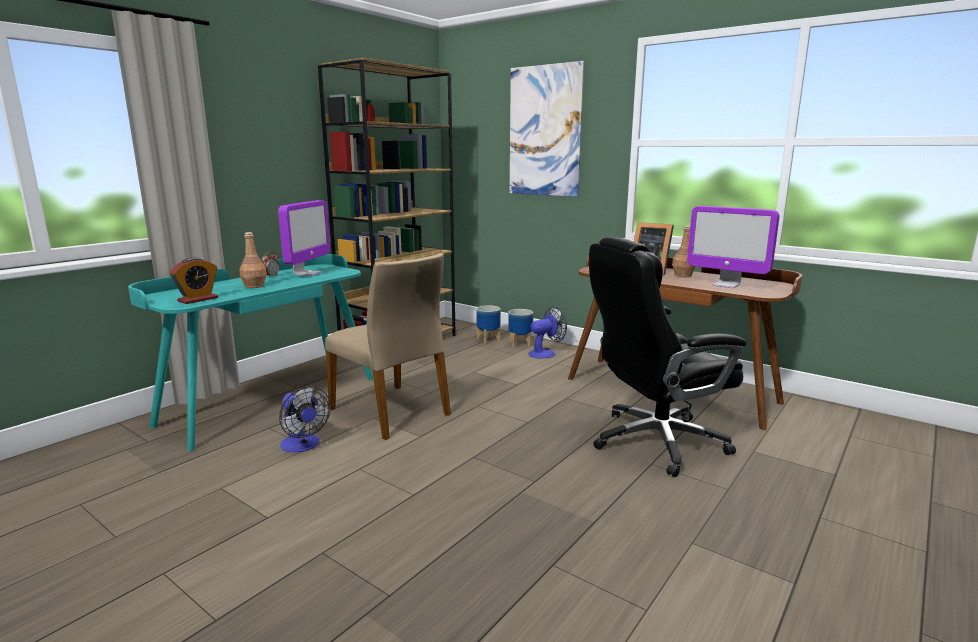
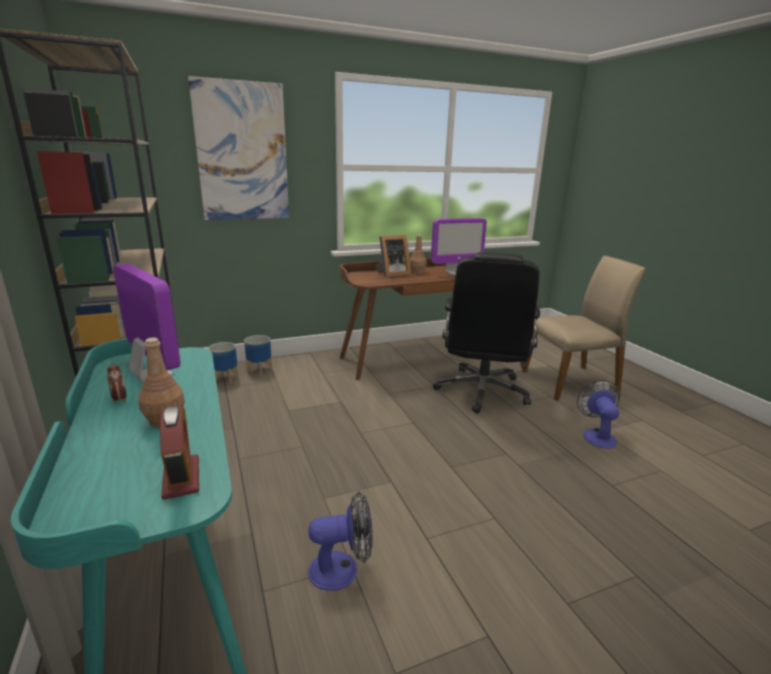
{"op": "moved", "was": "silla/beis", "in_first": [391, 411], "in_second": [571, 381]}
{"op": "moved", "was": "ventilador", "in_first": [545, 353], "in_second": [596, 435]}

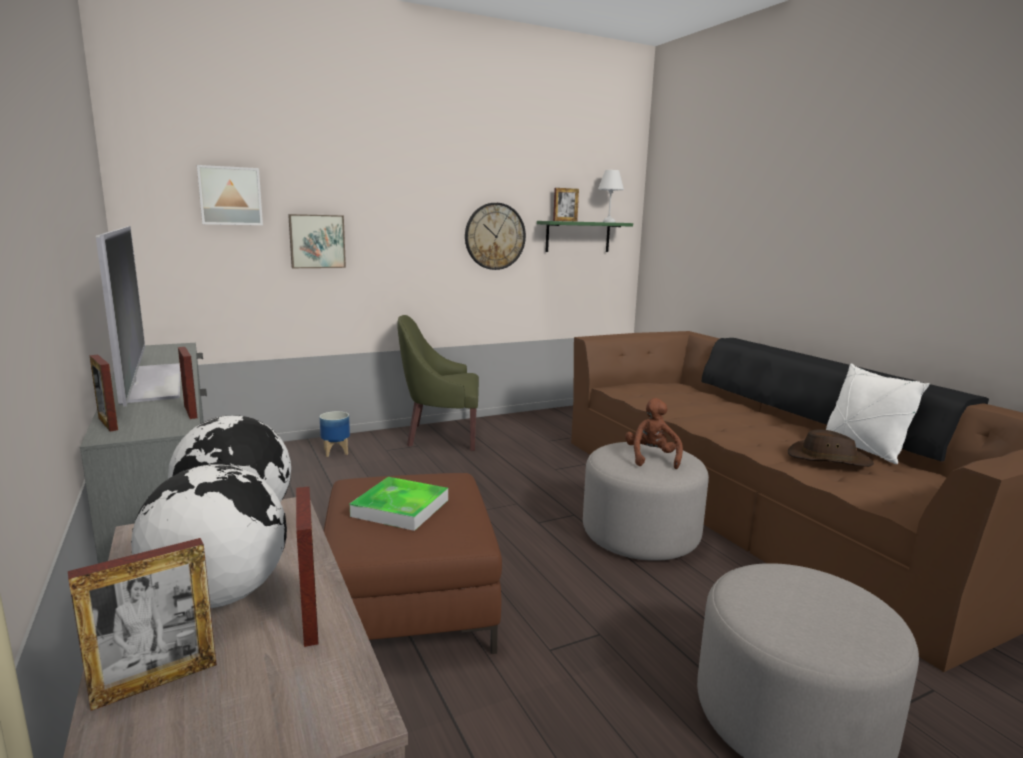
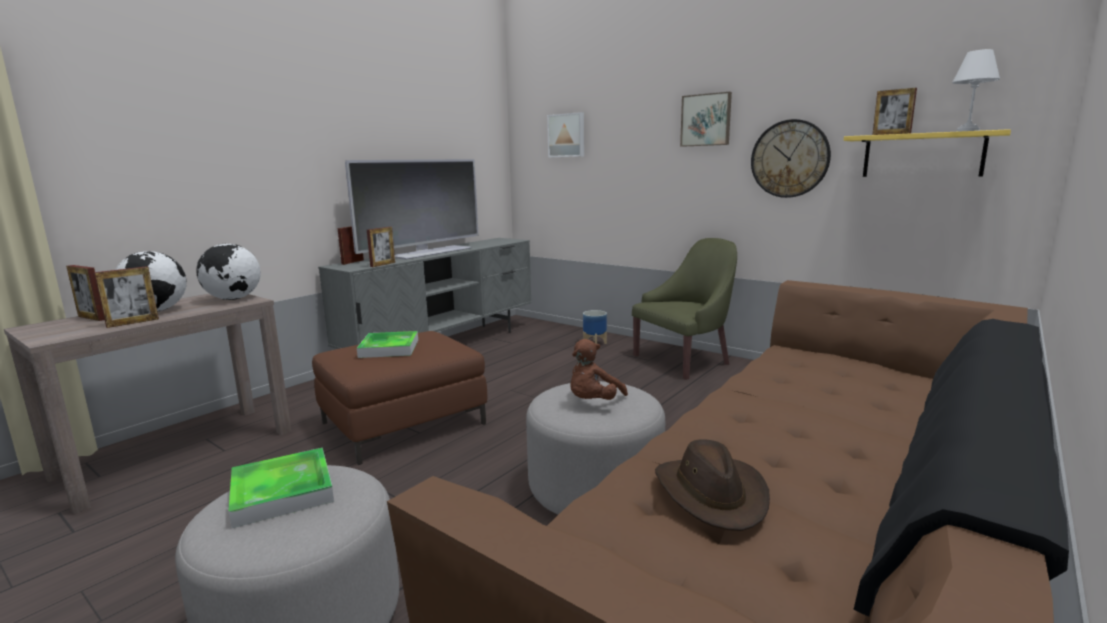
{"op": "removed", "was": "cojín/blanco", "in_first": [862, 450]}
{"op": "added", "now": "bandeja", "in_second": [282, 491]}
{"op": "moved", "was": "cuadro", "in_first": [317, 241], "in_second": [706, 120]}
{"op": "recoloured", "was": "estante/verde", "now": "estante/amarillo", "in_first": [578, 236], "in_second": [922, 155]}
{"op": "turned", "was": "sillón/verde", "in_first": [441, 435], "in_second": [684, 360], "clockwise": 90}
{"op": "turned", "was": "peluche/marrón", "in_first": [651, 458], "in_second": [593, 402], "clockwise": 150}

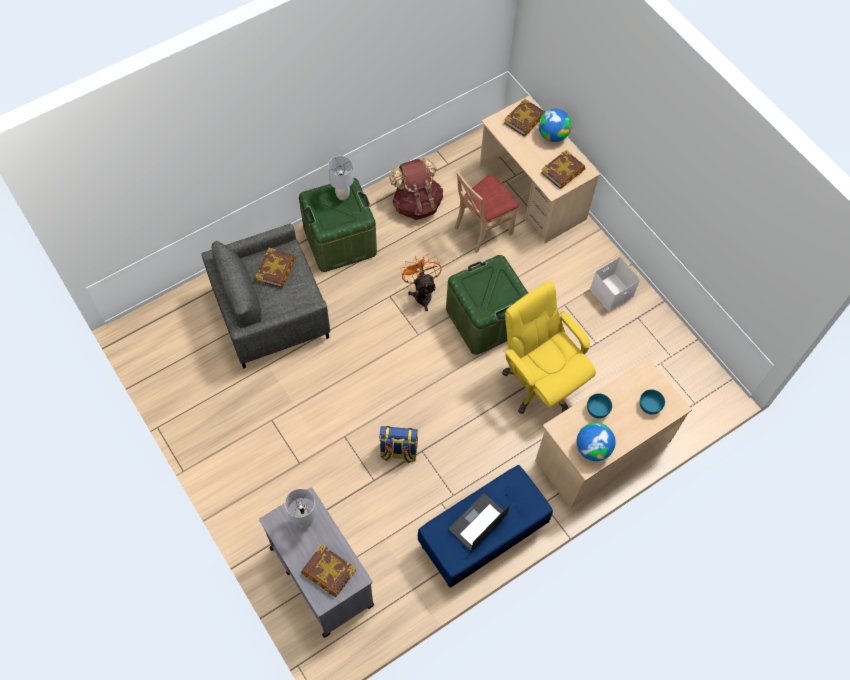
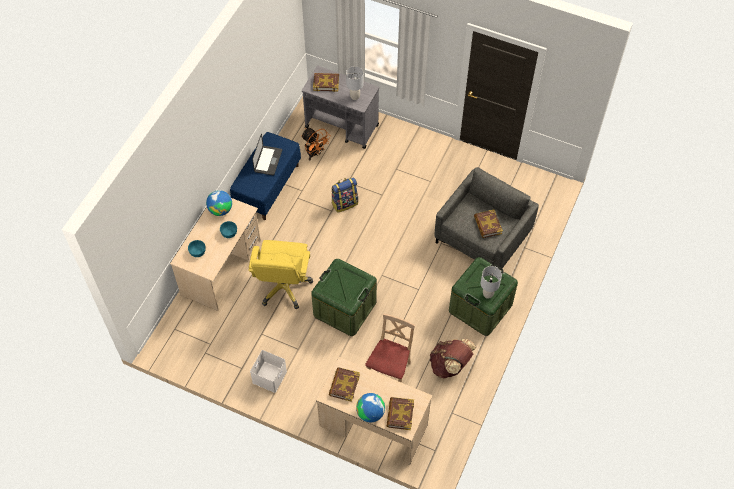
{"op": "moved", "was": "ventilador/naranja", "in_first": [422, 293], "in_second": [315, 154]}
{"op": "turned", "was": "silla de oficina/amarillo", "in_first": [540, 383], "in_second": [284, 287], "clockwise": 75}

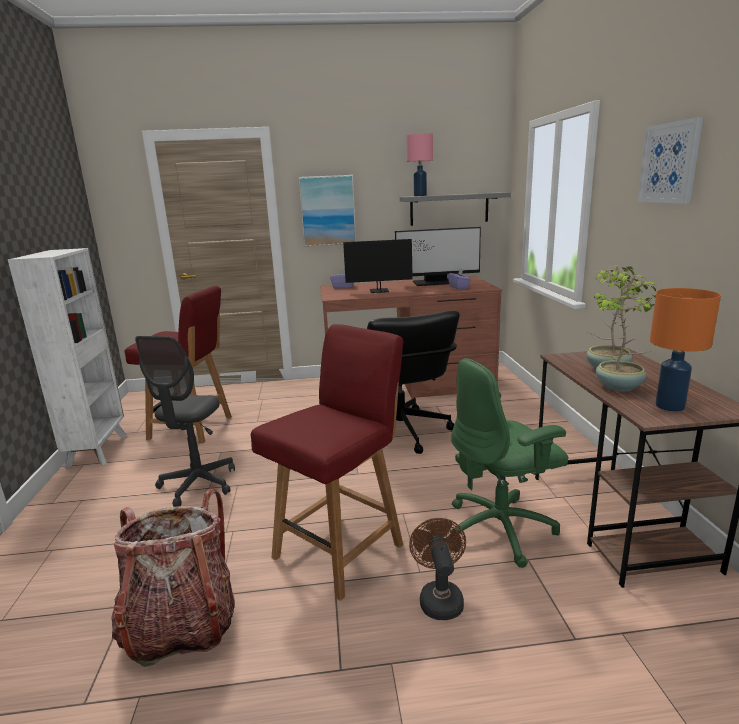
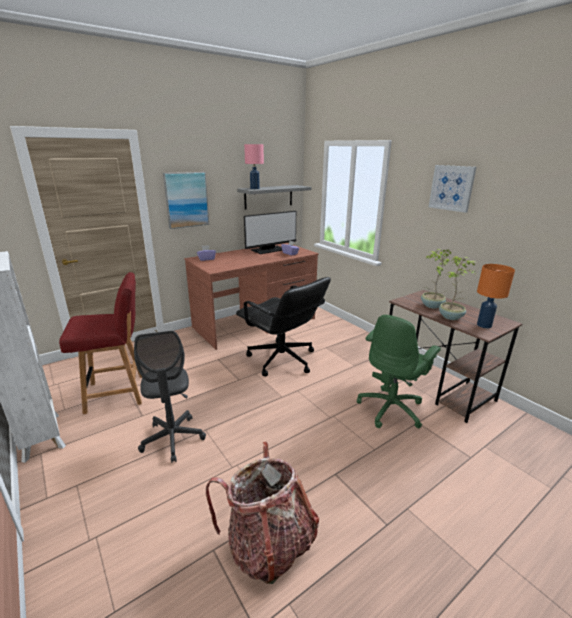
{"op": "removed", "was": "silla/rojo", "in_first": [340, 549]}
{"op": "removed", "was": "monitor", "in_first": [382, 290]}
{"op": "removed", "was": "ventilador/marrón", "in_first": [439, 598]}

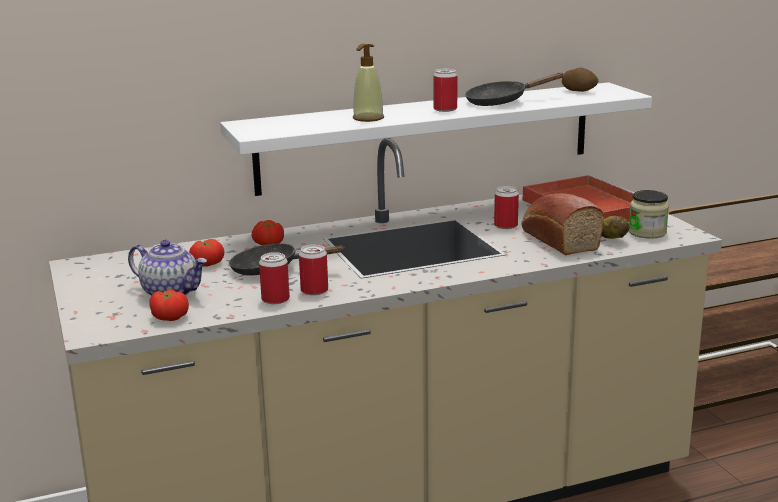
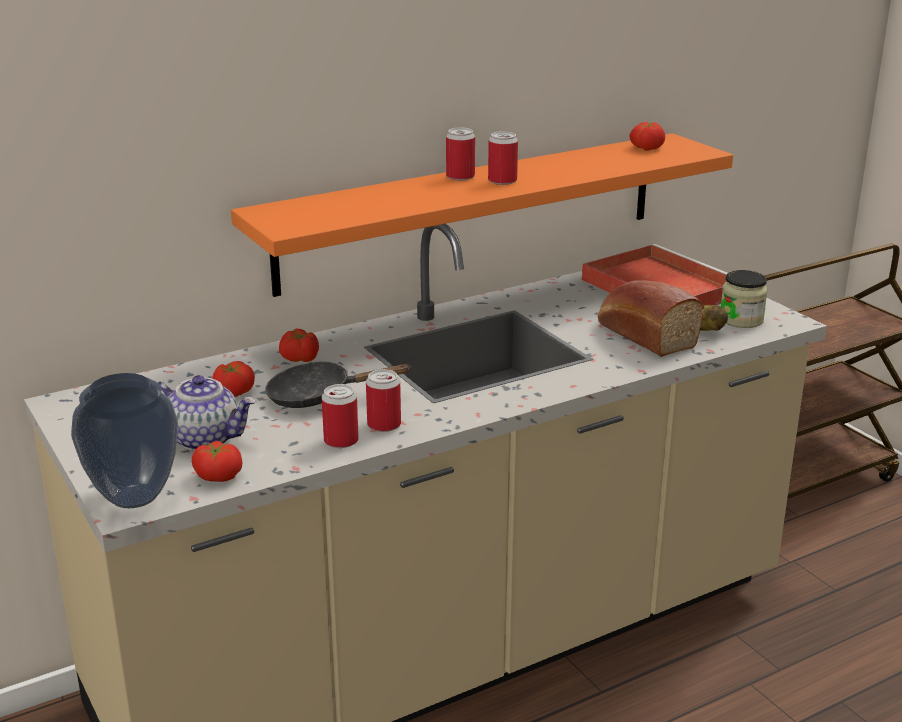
{"op": "removed", "was": "dispensador de jabón", "in_first": [368, 118]}
{"op": "removed", "was": "sartén/negro", "in_first": [502, 101]}
{"op": "added", "now": "florero", "in_second": [132, 498]}
{"op": "moved", "was": "lata", "in_first": [505, 225], "in_second": [460, 177]}
{"op": "replaced", "was": "patata", "now": "tomate", "in_first": [579, 91], "in_second": [646, 148]}
{"op": "recoloured", "was": "estante/blanco", "now": "estante/naranja", "in_first": [427, 137], "in_second": [472, 211]}

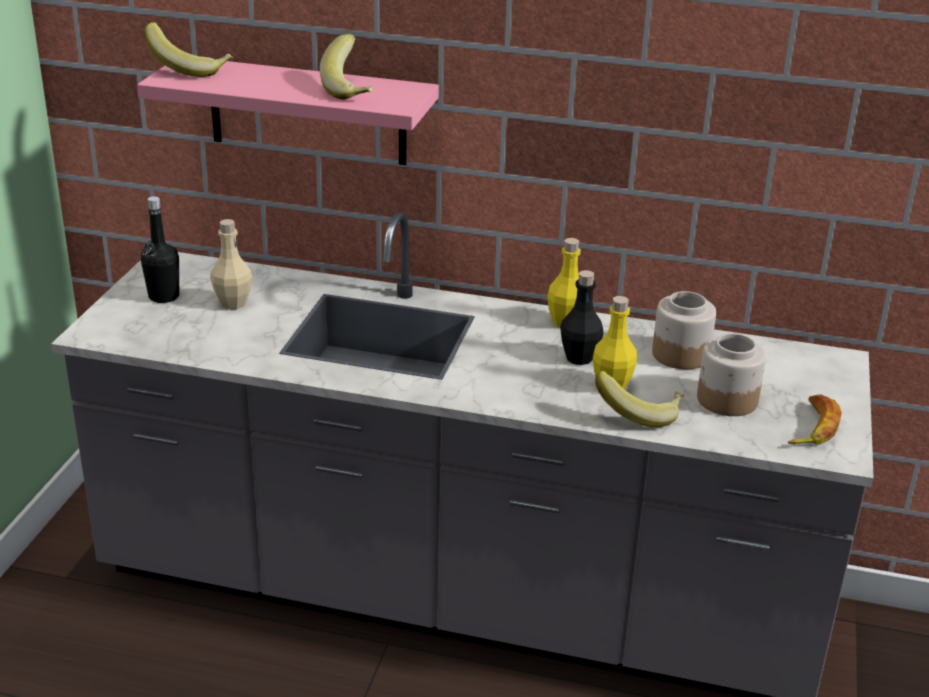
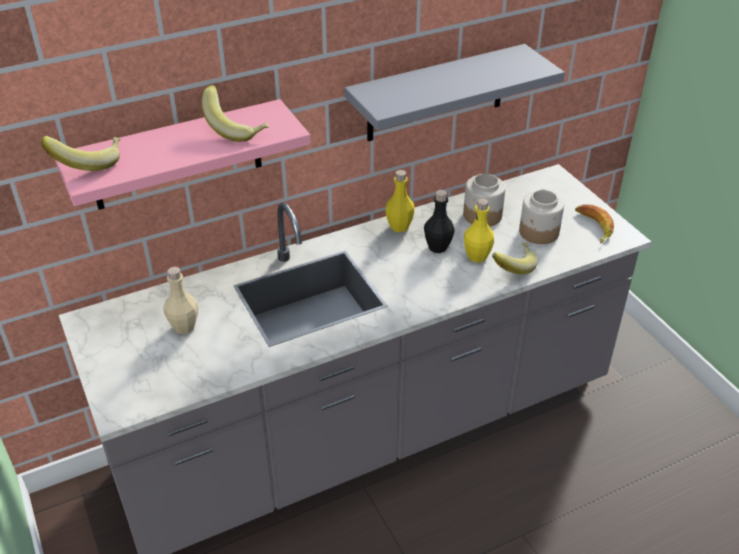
{"op": "removed", "was": "botella/negro", "in_first": [164, 296]}
{"op": "added", "now": "estante/gris", "in_second": [436, 94]}

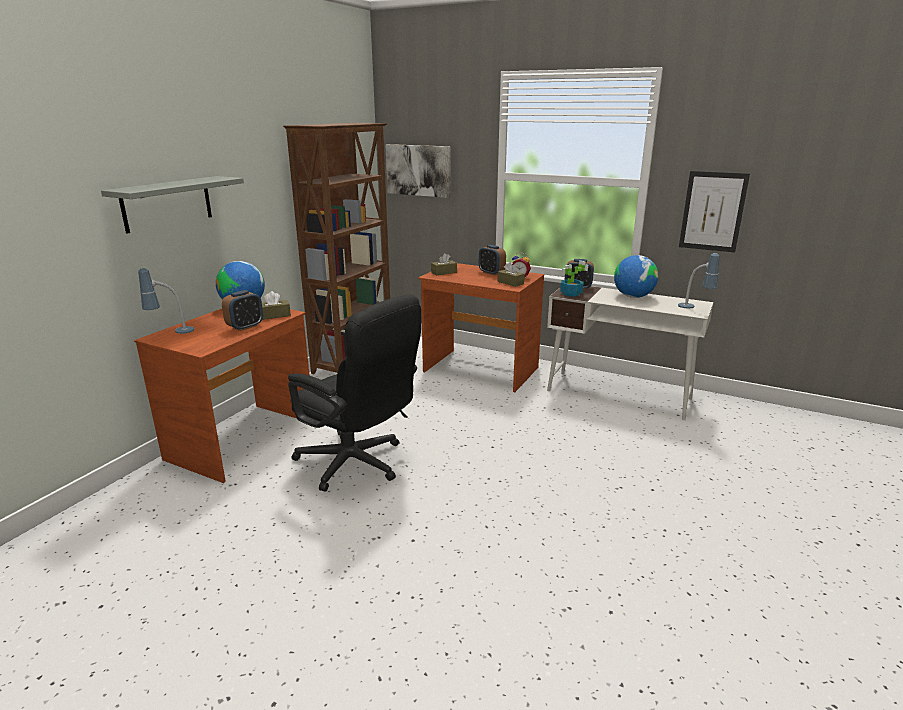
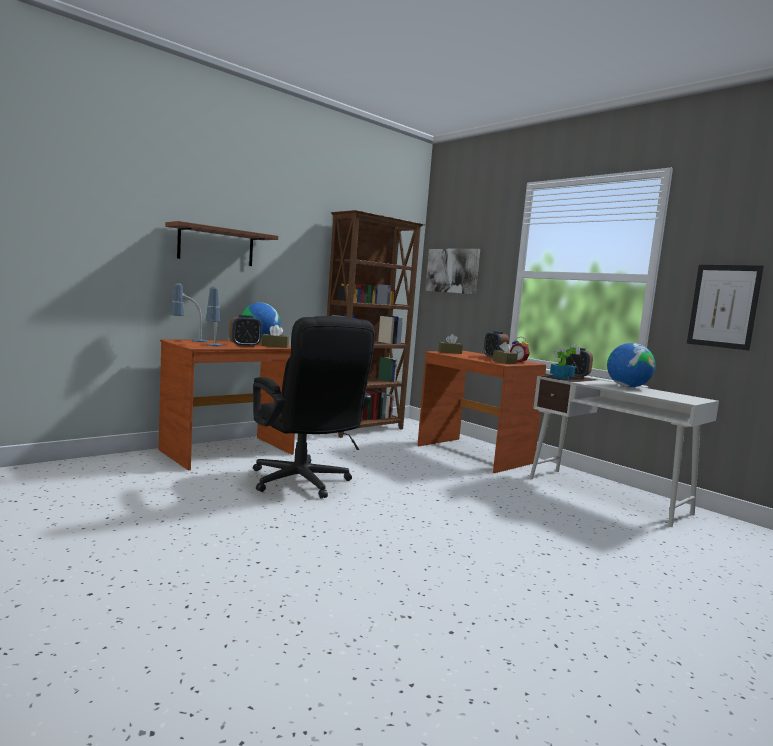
{"op": "moved", "was": "lámpara de mesa", "in_first": [694, 309], "in_second": [213, 346]}
{"op": "recoloured", "was": "estante/gris", "now": "estante/marrón", "in_first": [167, 203], "in_second": [216, 246]}

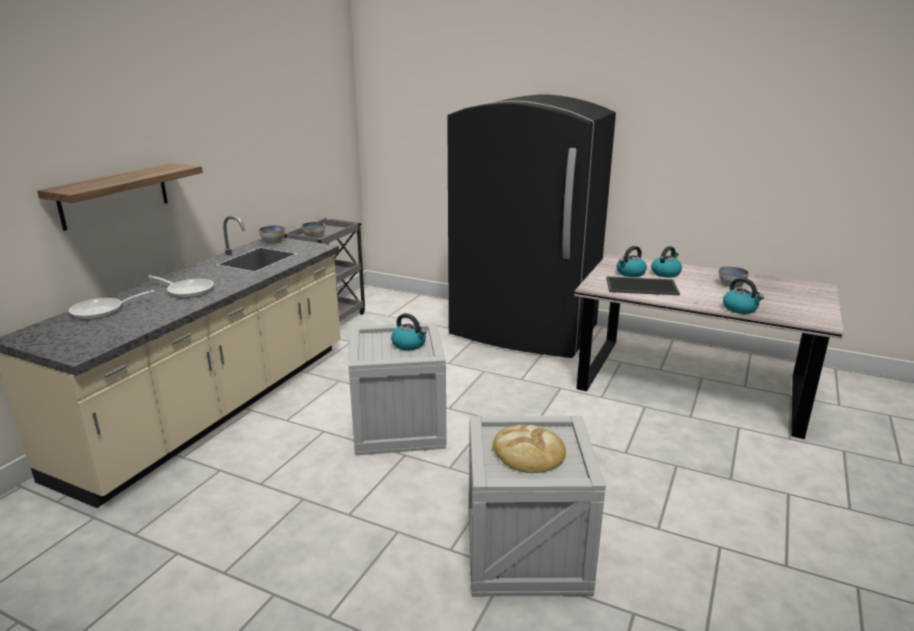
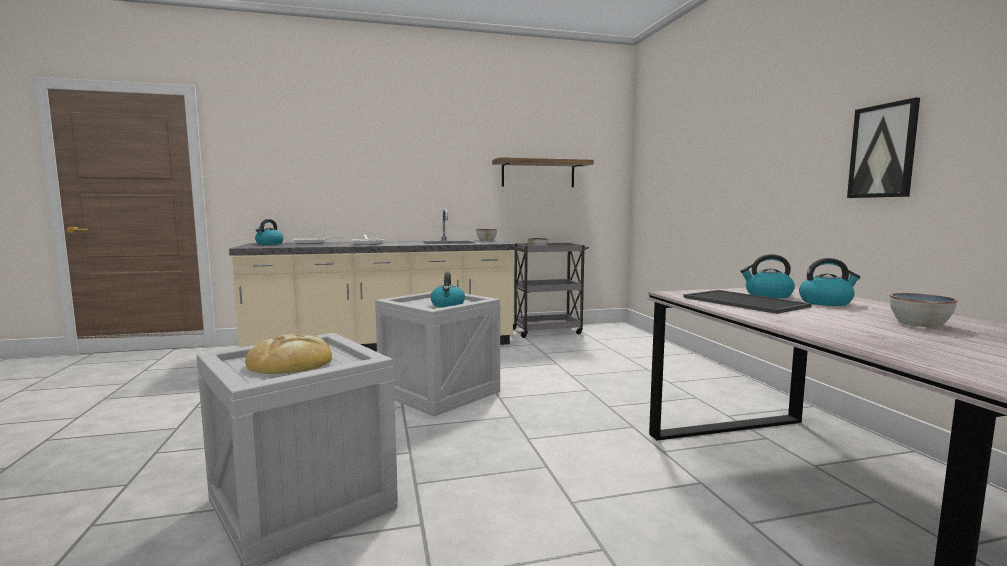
{"op": "removed", "was": "nevera/negro", "in_first": [523, 332]}
{"op": "added", "now": "cuadro", "in_second": [883, 151]}
{"op": "moved", "was": "estante", "in_first": [114, 195], "in_second": [538, 174]}
{"op": "moved", "was": "hervidor", "in_first": [740, 309], "in_second": [269, 244]}

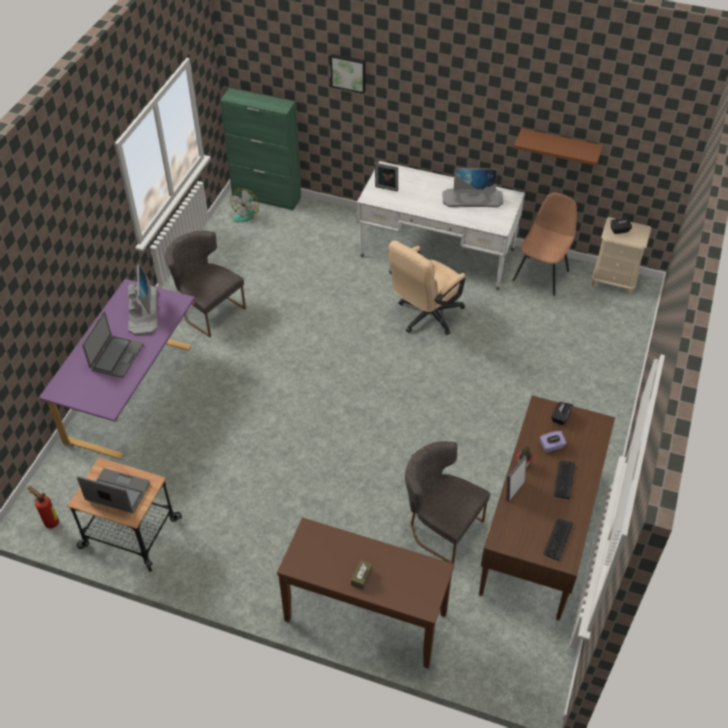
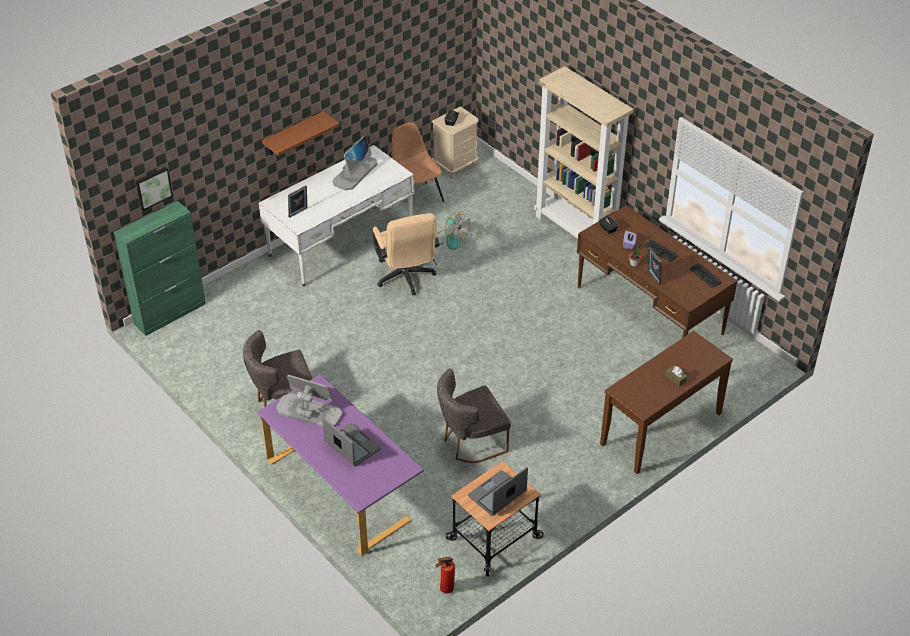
{"op": "added", "now": "estantería/beis", "in_second": [576, 231]}
{"op": "moved", "was": "ventilador", "in_first": [246, 213], "in_second": [450, 239]}
{"op": "moved", "was": "cuadro", "in_first": [348, 72], "in_second": [153, 187]}
{"op": "moved", "was": "silla/gris", "in_first": [440, 527], "in_second": [470, 443]}
{"op": "moved", "was": "estante/marrón", "in_first": [559, 146], "in_second": [293, 134]}

